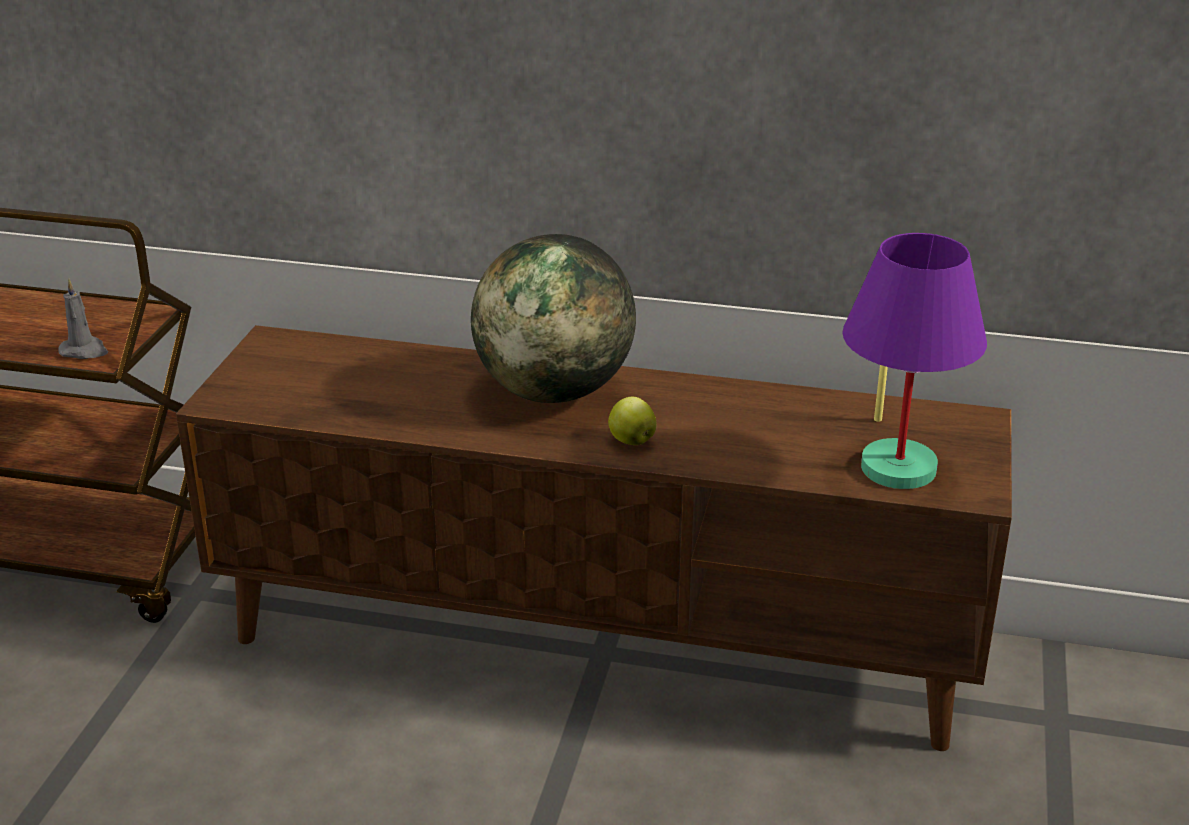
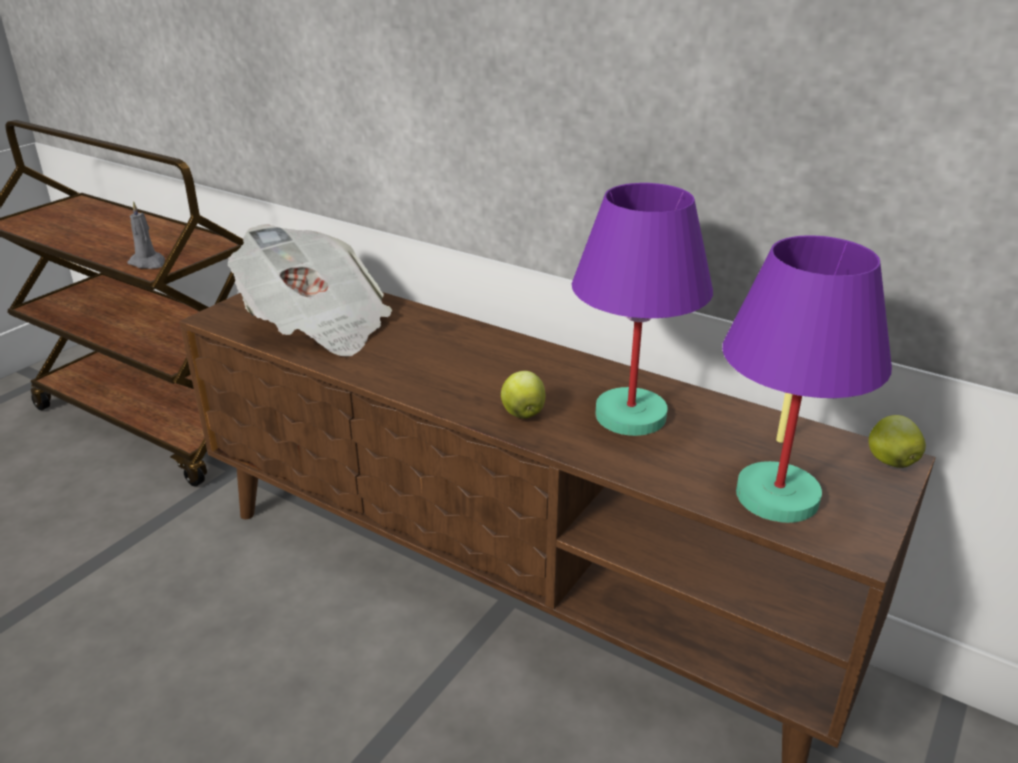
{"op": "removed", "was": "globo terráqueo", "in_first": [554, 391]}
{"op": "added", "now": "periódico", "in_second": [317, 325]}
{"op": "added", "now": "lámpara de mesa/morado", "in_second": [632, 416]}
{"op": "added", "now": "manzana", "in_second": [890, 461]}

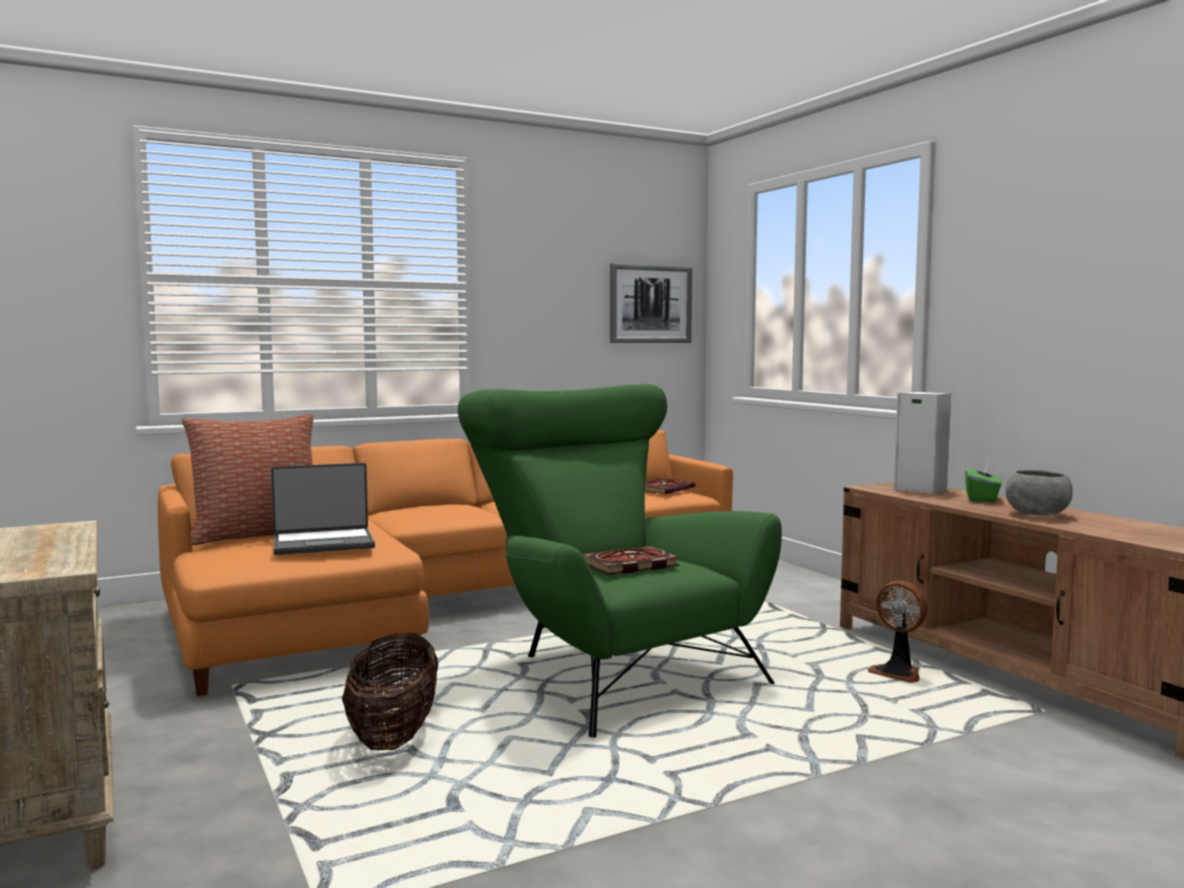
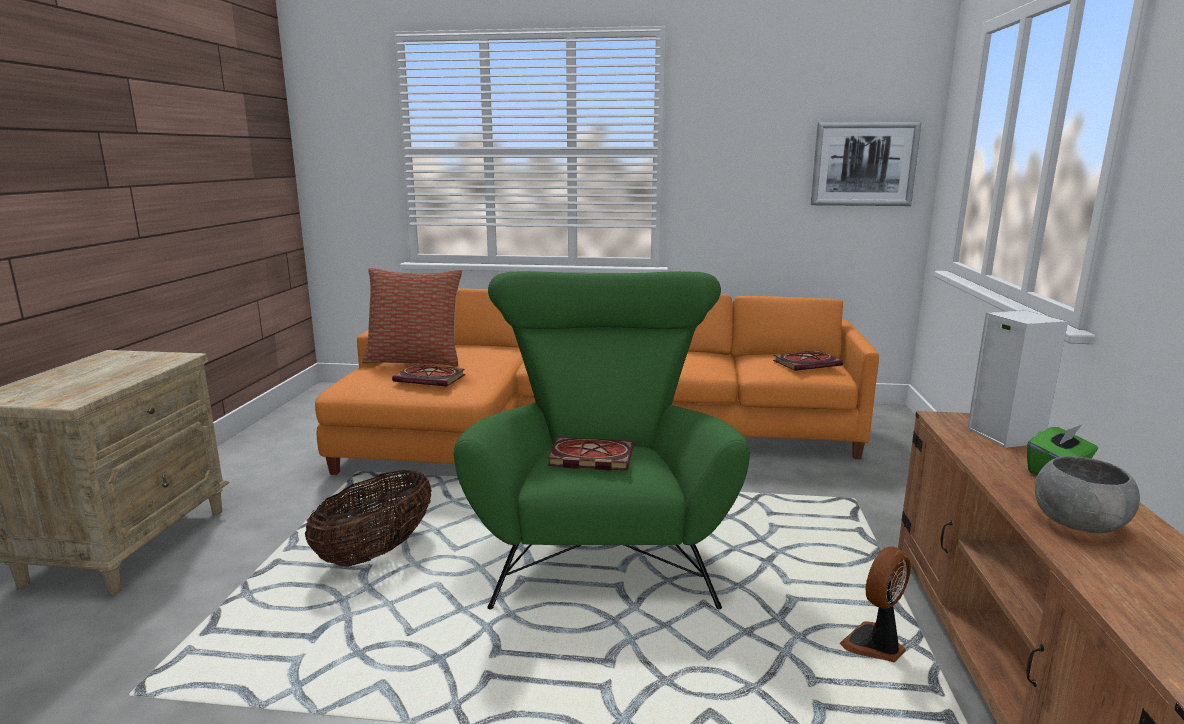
{"op": "replaced", "was": "portátil", "now": "libro", "in_first": [323, 543], "in_second": [432, 378]}
{"op": "turned", "was": "ventilador", "in_first": [898, 673], "in_second": [875, 646], "clockwise": 60}

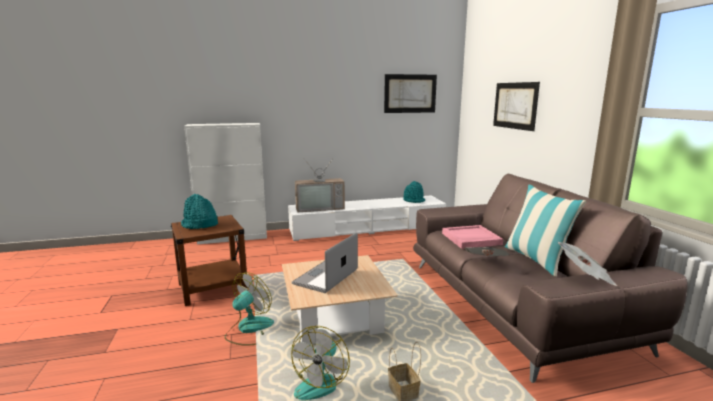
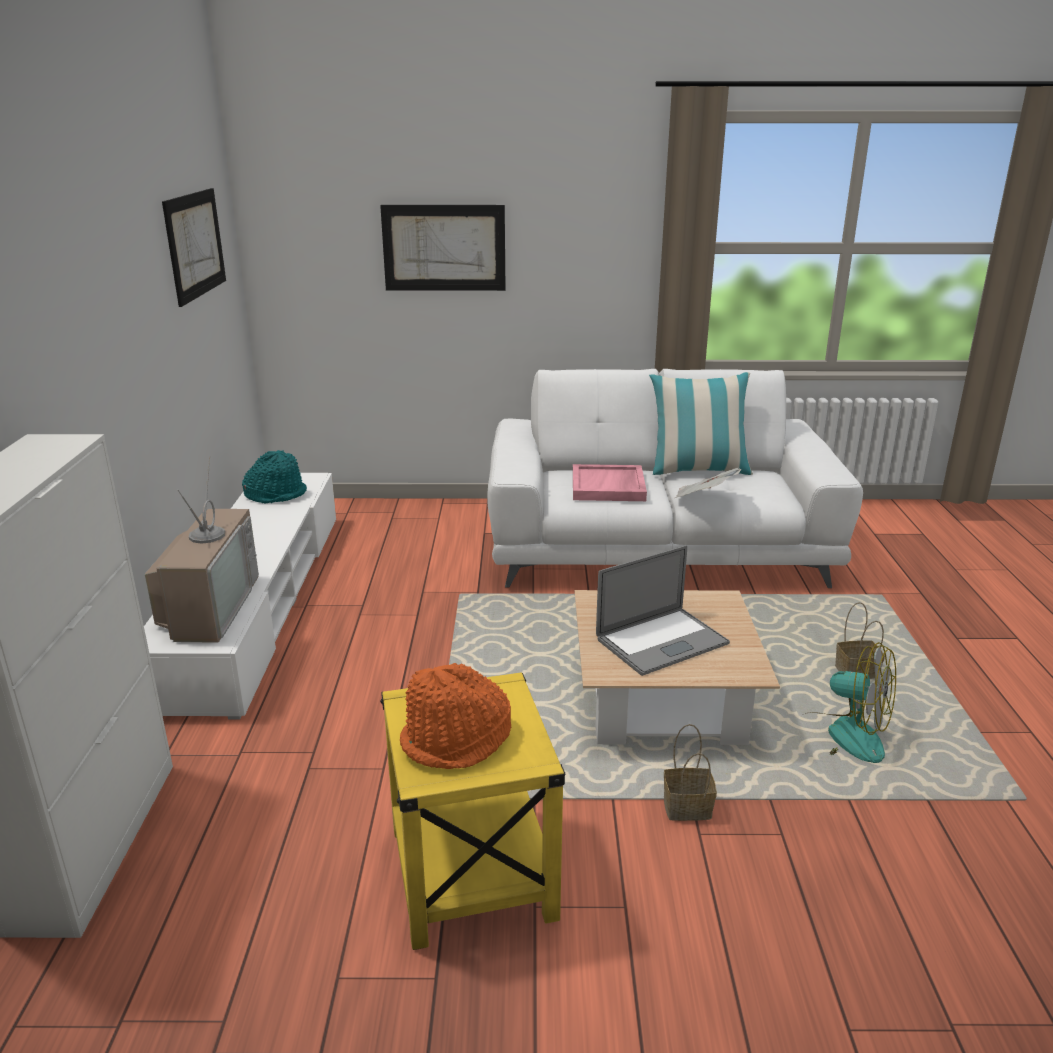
{"op": "removed", "was": "periódico", "in_first": [585, 276]}
{"op": "replaced", "was": "ventilador", "now": "cesta", "in_first": [249, 329], "in_second": [685, 808]}
{"op": "recoloured", "was": "mesa auxiliar/marrón", "now": "mesa auxiliar/amarillo", "in_first": [213, 288], "in_second": [471, 872]}
{"op": "recoloured", "was": "sombrero/turquesa", "now": "sombrero/naranja", "in_first": [199, 225], "in_second": [457, 740]}
{"op": "recoloured", "was": "sofá/marrón", "now": "sofá/blanco", "in_first": [514, 303], "in_second": [657, 547]}
{"op": "turned", "was": "portátil", "in_first": [326, 277], "in_second": [661, 641], "clockwise": -75}

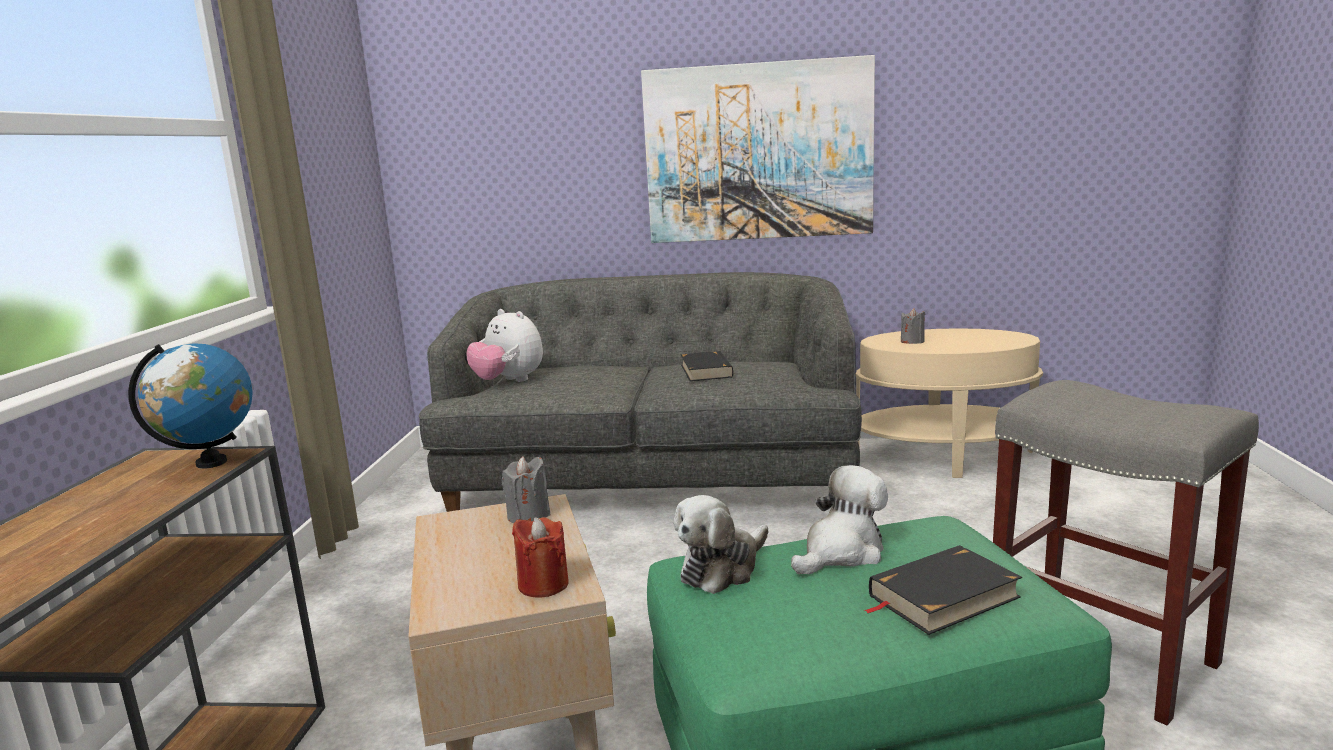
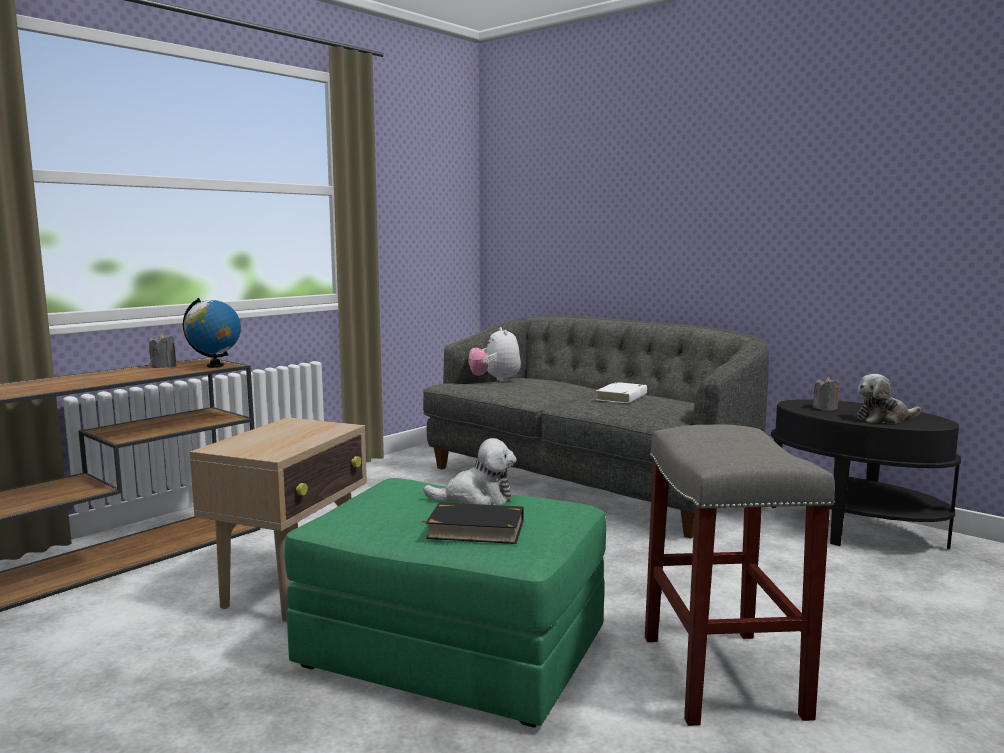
{"op": "removed", "was": "vela/rojo", "in_first": [543, 584]}
{"op": "removed", "was": "cuadro", "in_first": [758, 152]}
{"op": "moved", "was": "vela/gris", "in_first": [528, 516], "in_second": [164, 366]}
{"op": "moved", "was": "peluche", "in_first": [722, 568], "in_second": [884, 419]}
{"op": "recoloured", "was": "libro/negro", "now": "libro/blanco", "in_first": [706, 371], "in_second": [622, 397]}
{"op": "recoloured", "was": "mesa auxiliar/beis", "now": "mesa auxiliar/negro", "in_first": [944, 457], "in_second": [853, 529]}

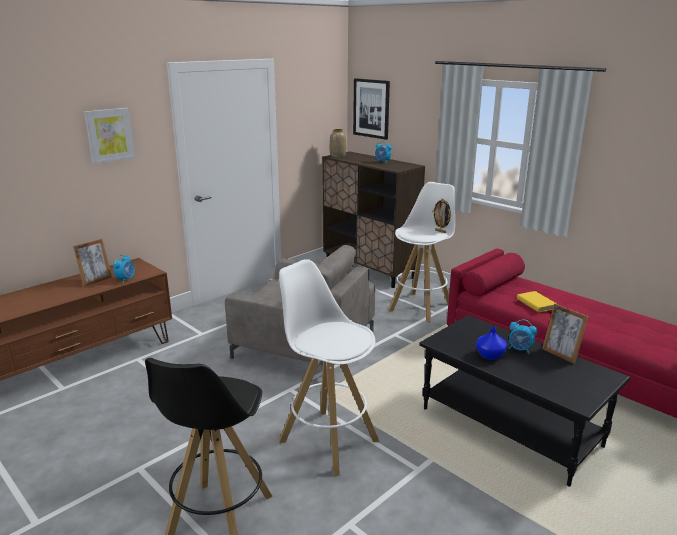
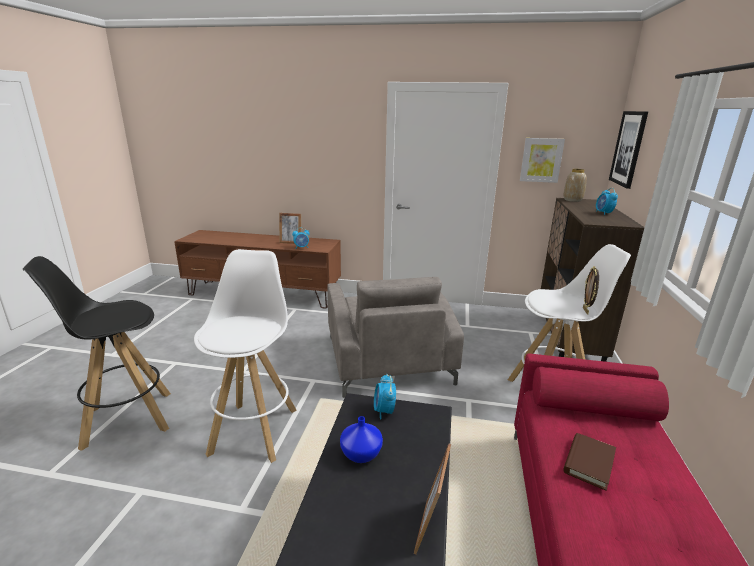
{"op": "moved", "was": "cuadro", "in_first": [109, 135], "in_second": [541, 160]}
{"op": "moved", "was": "despertador", "in_first": [520, 349], "in_second": [384, 411]}
{"op": "recoloured", "was": "libro/amarillo", "now": "libro/marrón", "in_first": [536, 304], "in_second": [589, 463]}

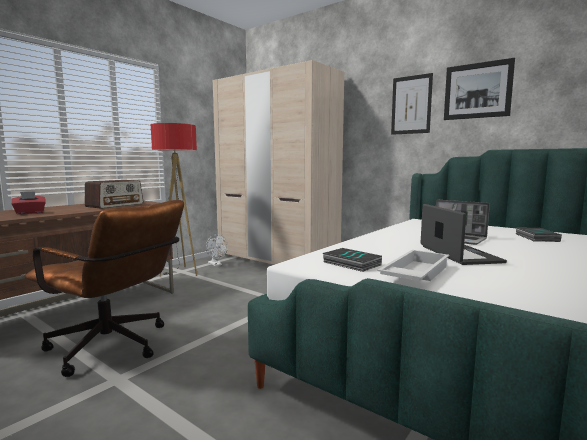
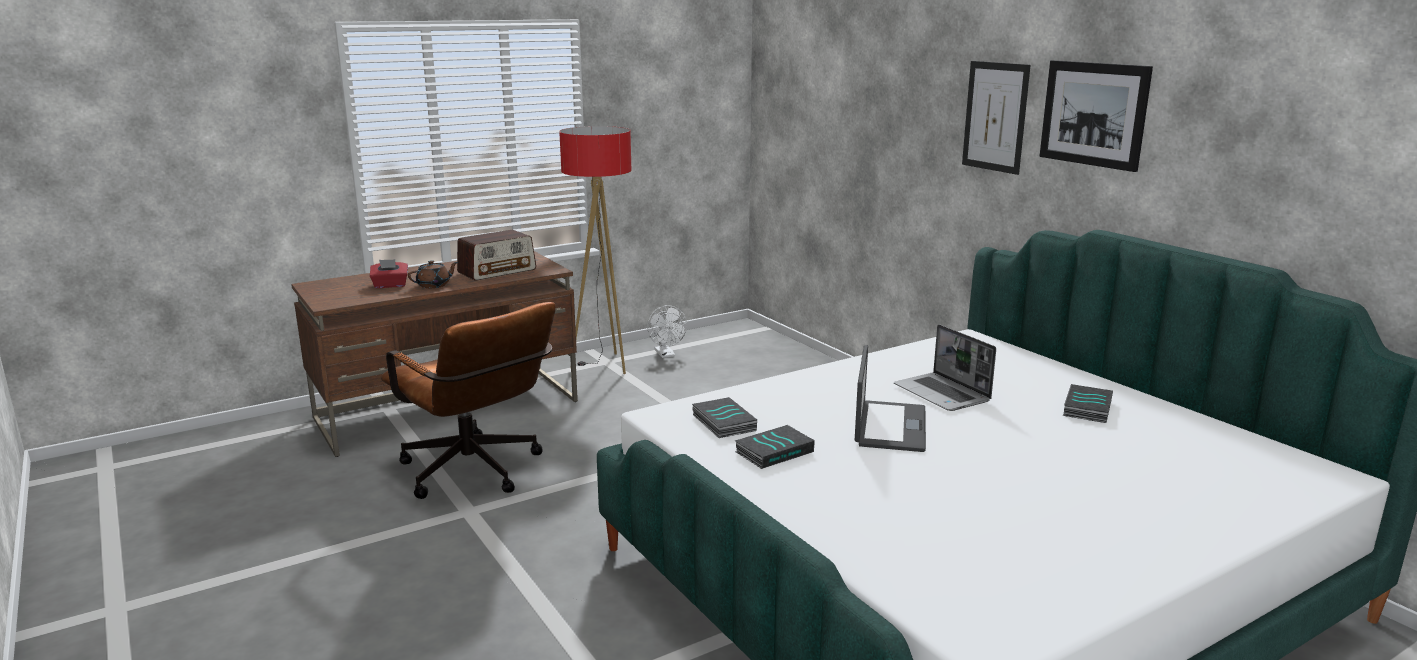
{"op": "removed", "was": "armario ropero/beis", "in_first": [276, 260]}
{"op": "added", "now": "tetera/marrón", "in_second": [434, 285]}
{"op": "replaced", "was": "bandeja/blanco", "now": "libro", "in_first": [414, 274], "in_second": [774, 451]}

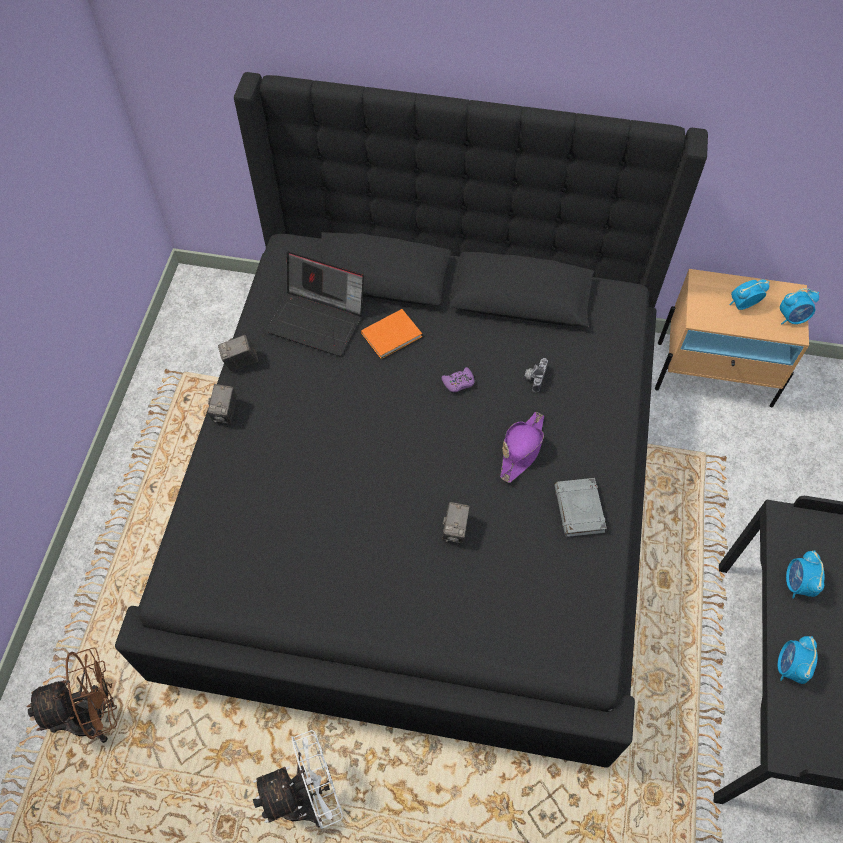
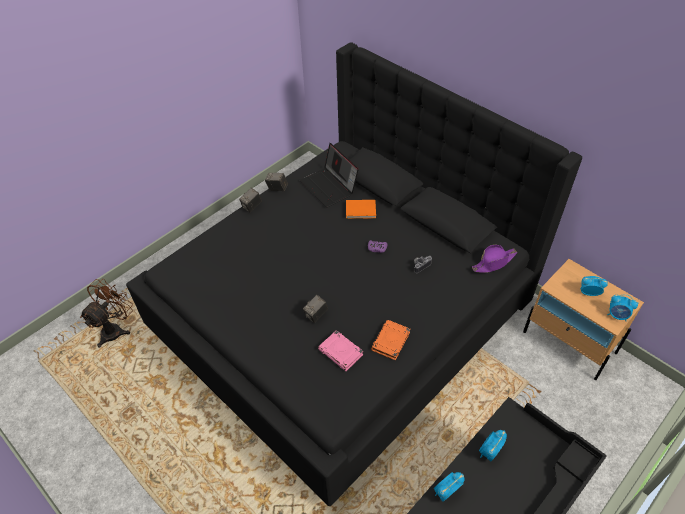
{"op": "removed", "was": "ventilador/blanco", "in_first": [306, 798]}
{"op": "added", "now": "libro/rosa", "in_second": [341, 352]}
{"op": "moved", "was": "sombrero/morado", "in_first": [522, 449], "in_second": [494, 262]}
{"op": "recoloured", "was": "libro/gris", "now": "libro/naranja", "in_first": [579, 510], "in_second": [390, 342]}
{"op": "turned", "was": "ventilador/marrón", "in_first": [96, 715], "in_second": [116, 329], "clockwise": -75}

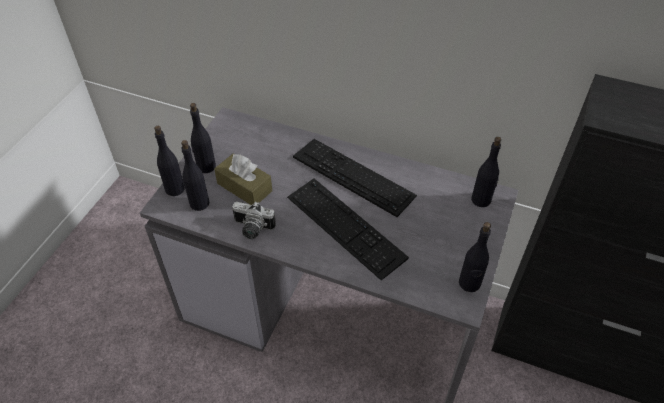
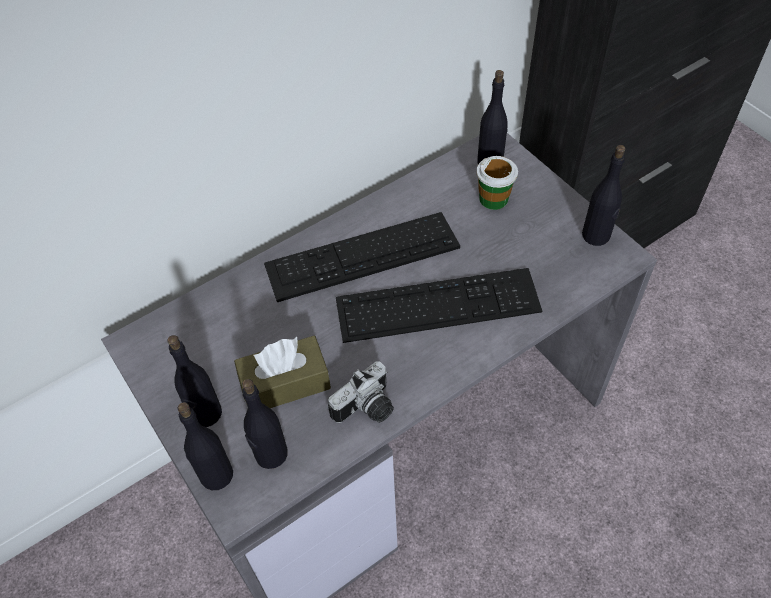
{"op": "added", "now": "taza", "in_second": [494, 199]}

